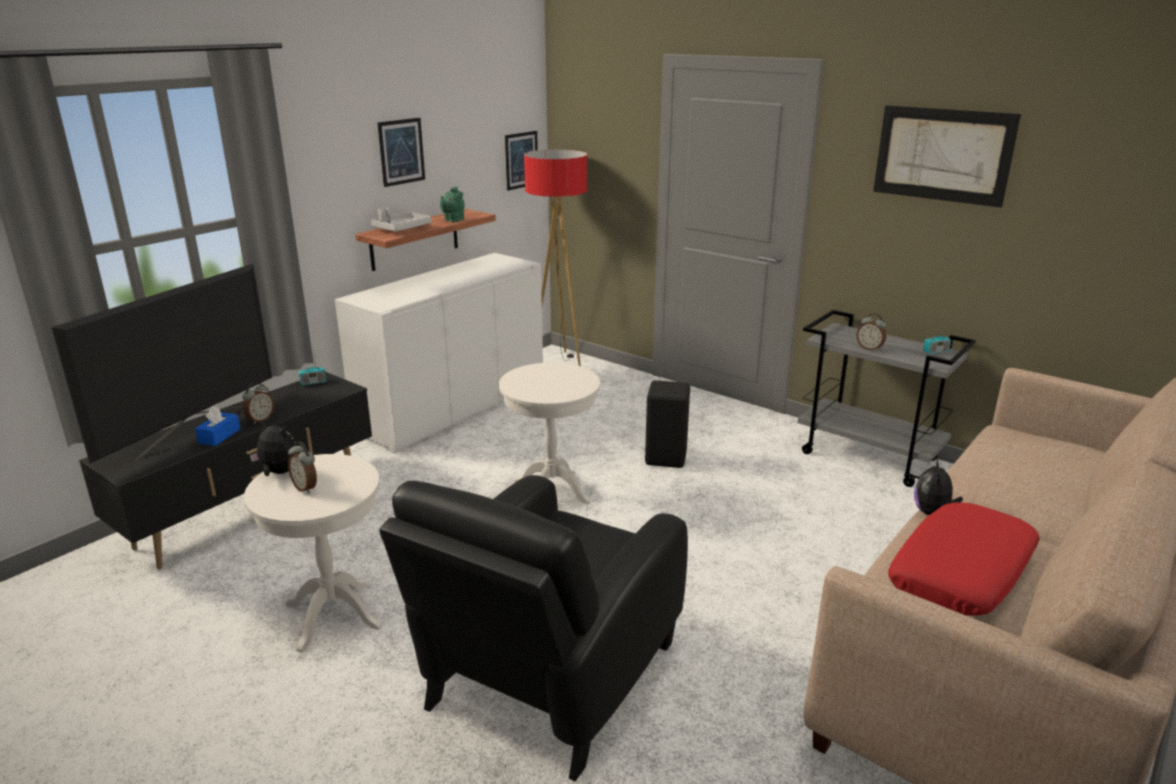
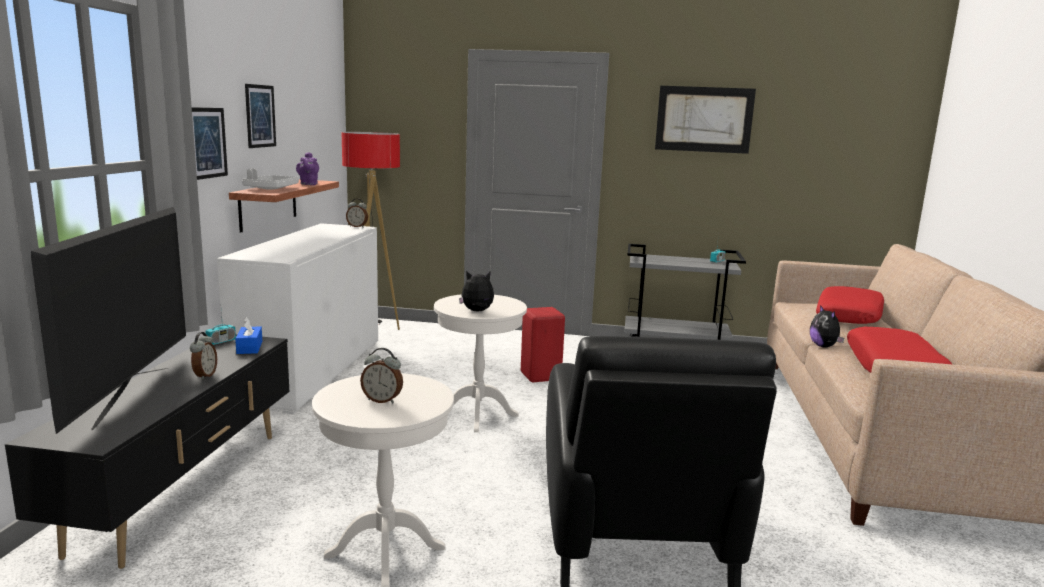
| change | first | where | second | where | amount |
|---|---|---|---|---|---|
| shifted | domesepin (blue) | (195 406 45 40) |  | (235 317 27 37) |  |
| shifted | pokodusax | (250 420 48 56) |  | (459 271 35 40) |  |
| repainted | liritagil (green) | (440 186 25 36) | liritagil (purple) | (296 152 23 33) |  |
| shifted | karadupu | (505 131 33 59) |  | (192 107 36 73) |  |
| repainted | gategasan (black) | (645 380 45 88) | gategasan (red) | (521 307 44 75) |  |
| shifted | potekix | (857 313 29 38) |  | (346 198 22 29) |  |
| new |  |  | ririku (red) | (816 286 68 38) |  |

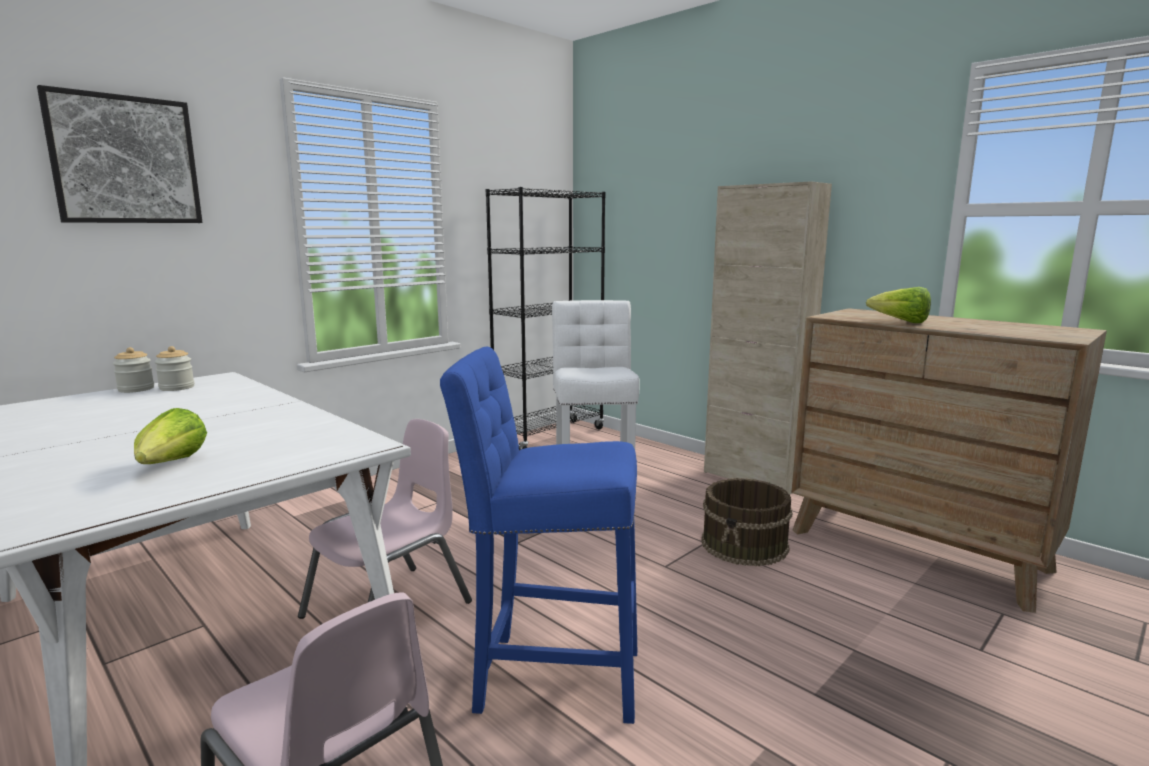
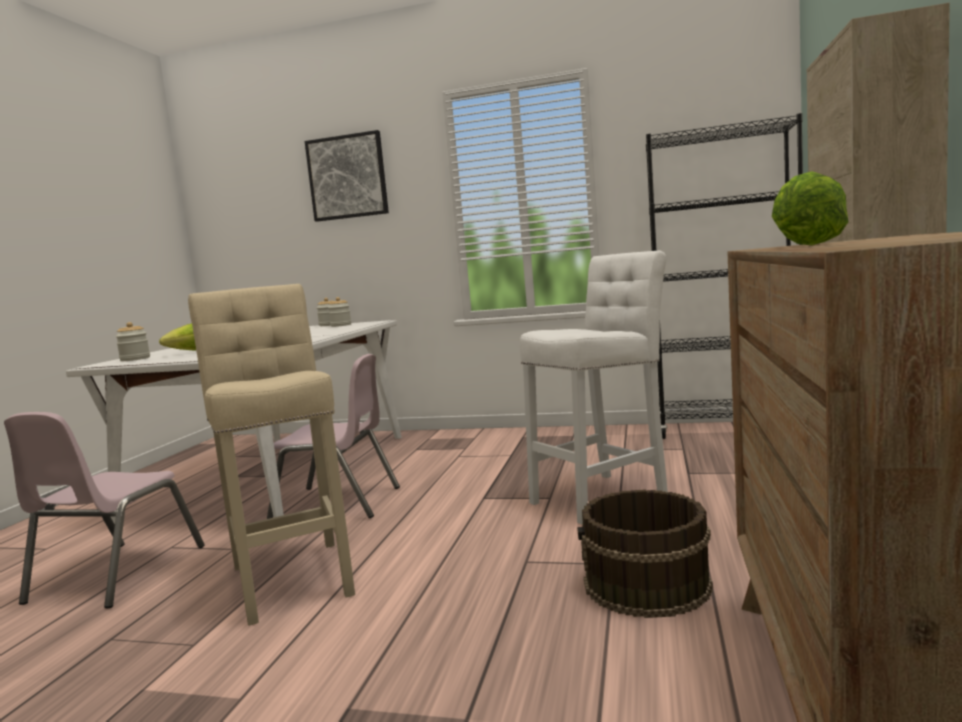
| change | first | where | second | where | amount |
|---|---|---|---|---|---|
| repainted | gategasan (blue) | (440 346 197 378) | gategasan (beige) | (188 284 167 342) |  |
| new |  |  | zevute | (115 322 35 39) |  |

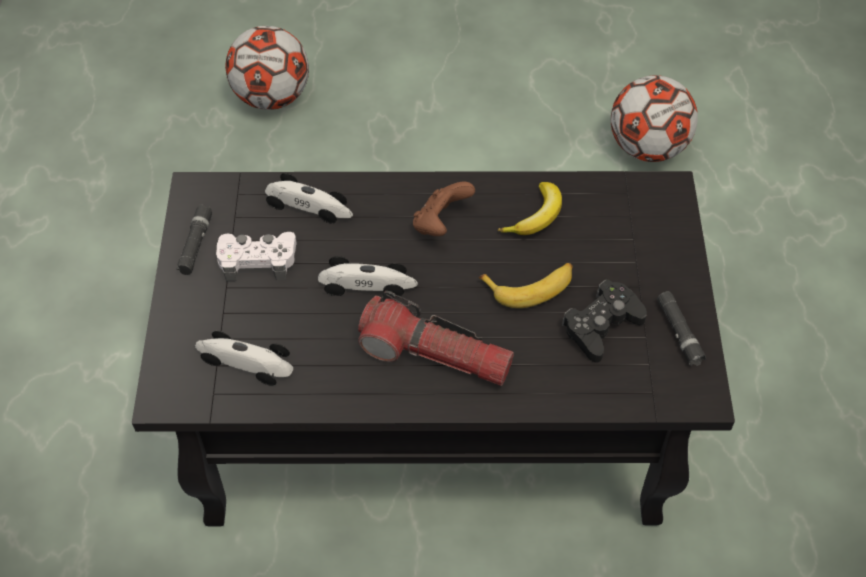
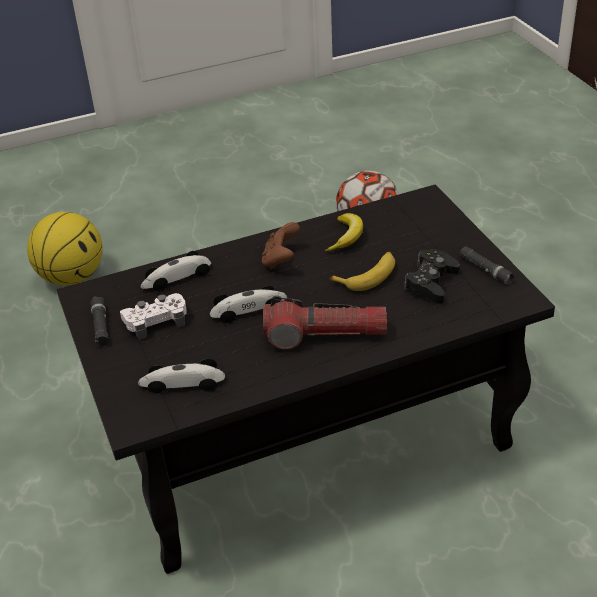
| change | first | where | second | where | amount |
|---|---|---|---|---|---|
| swapped | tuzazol | (225 26 84 84) | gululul | (27 212 76 73) |  |
| rotated | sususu | (265 173 88 50) |  | (140 251 71 41) | 150 degrees clockwise |

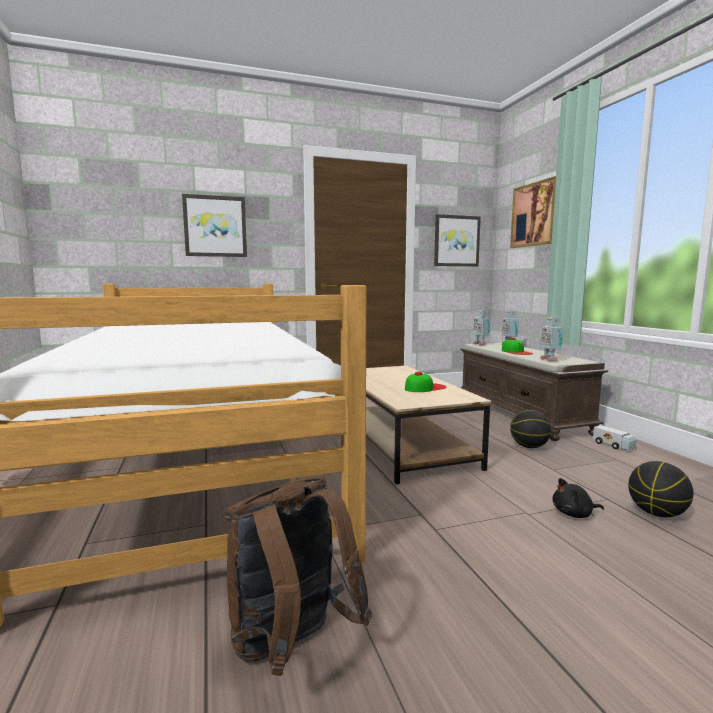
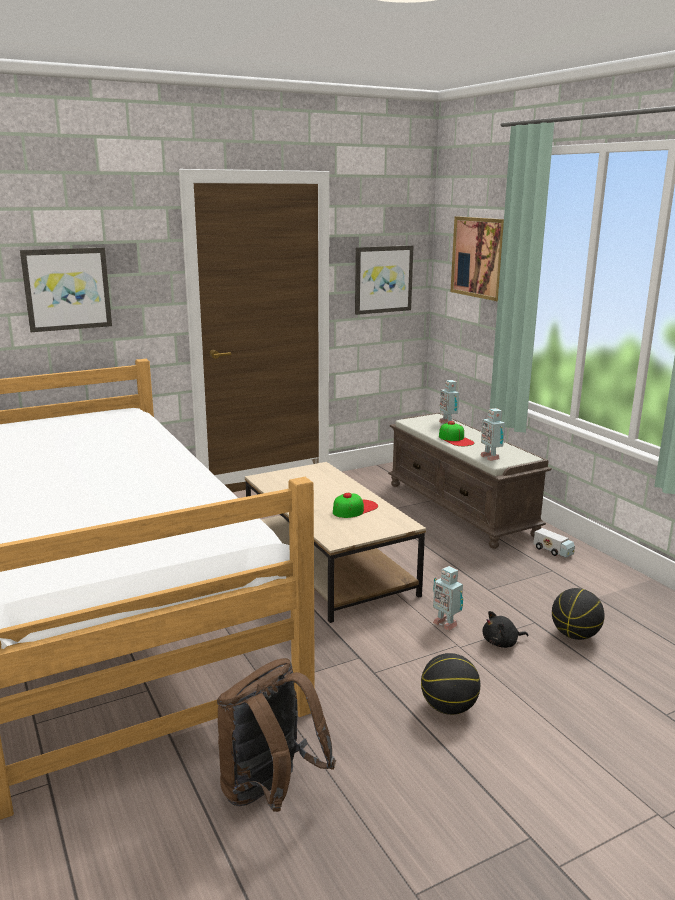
| change | first | where | second | where | amount |
|---|---|---|---|---|---|
| shifted | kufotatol | (473 309 17 36) |  | (433 566 30 65) |  |
| shifted | gululul | (510 410 41 38) |  | (421 653 59 62) |  |

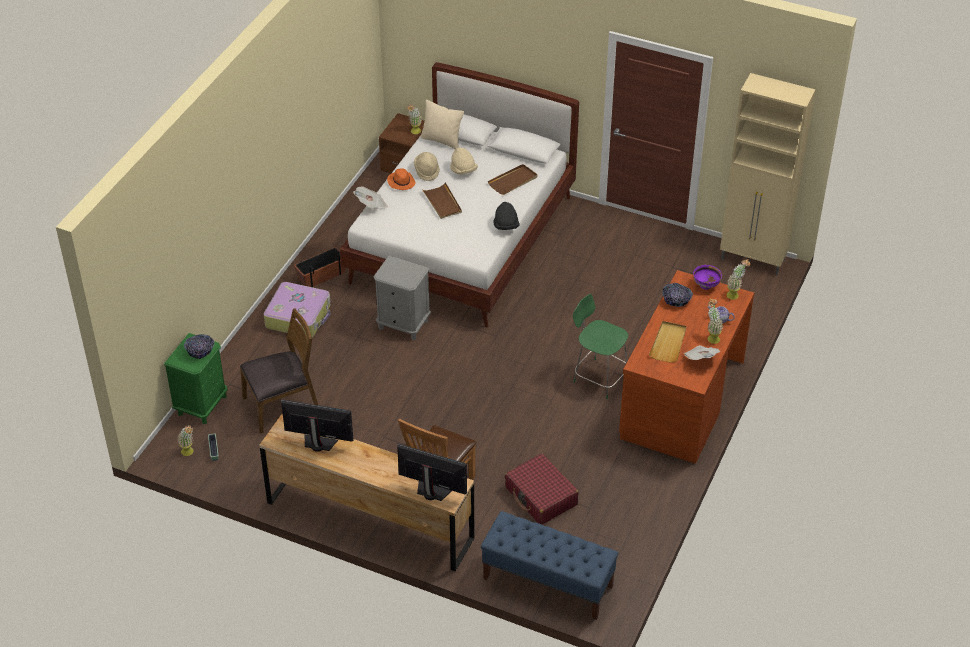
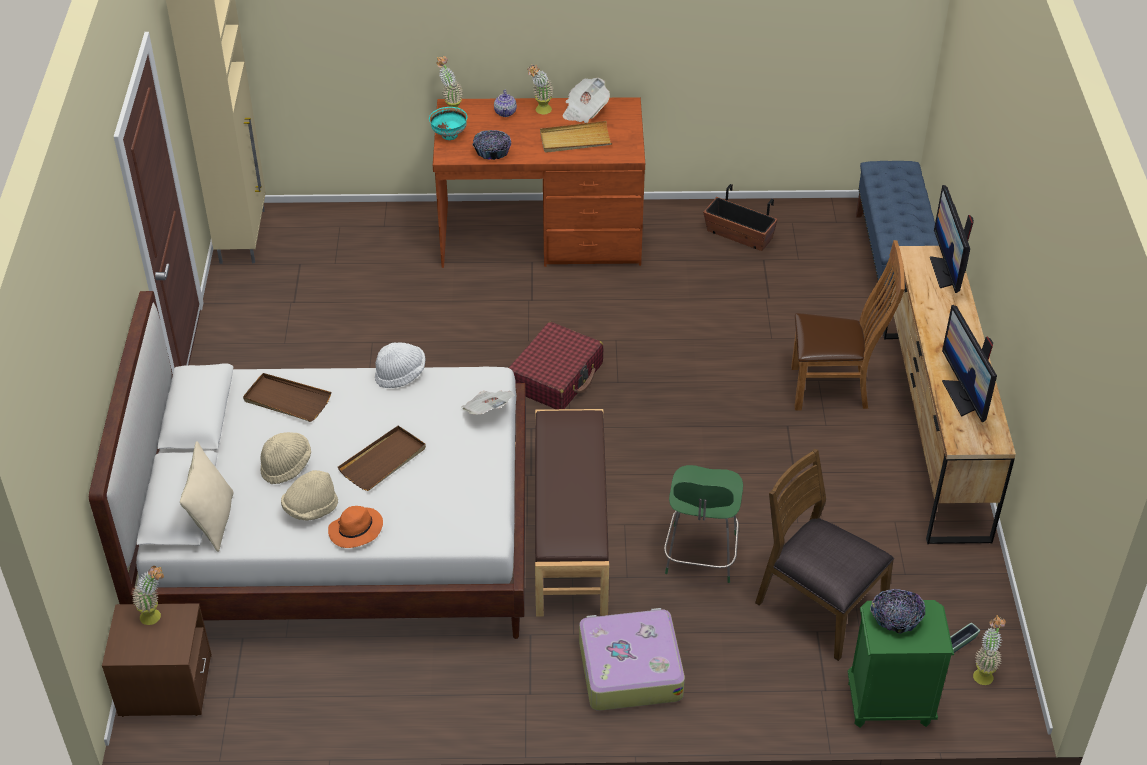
| change | first | where | second | where | amount |
|---|---|---|---|---|---|
| shifted | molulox | (294 247 51 40) |  | (703 184 75 67) |  |
| shifted | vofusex | (353 187 35 22) |  | (461 391 54 23) |  |
| swapped | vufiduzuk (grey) | (373 256 58 84) | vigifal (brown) | (535 409 74 207) |  |
| repainted | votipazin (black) | (493 202 27 28) | votipazin (white) | (375 342 50 46) |  |
| shifted | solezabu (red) | (505 454 74 71) |  | (508 322 95 87) |  |
| shifted | gategasan (green) | (573 294 55 105) |  | (664 465 79 118) |  |
| repainted | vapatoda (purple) | (693 265 29 25) | vapatoda (turquoise) | (429 107 38 33) |  |

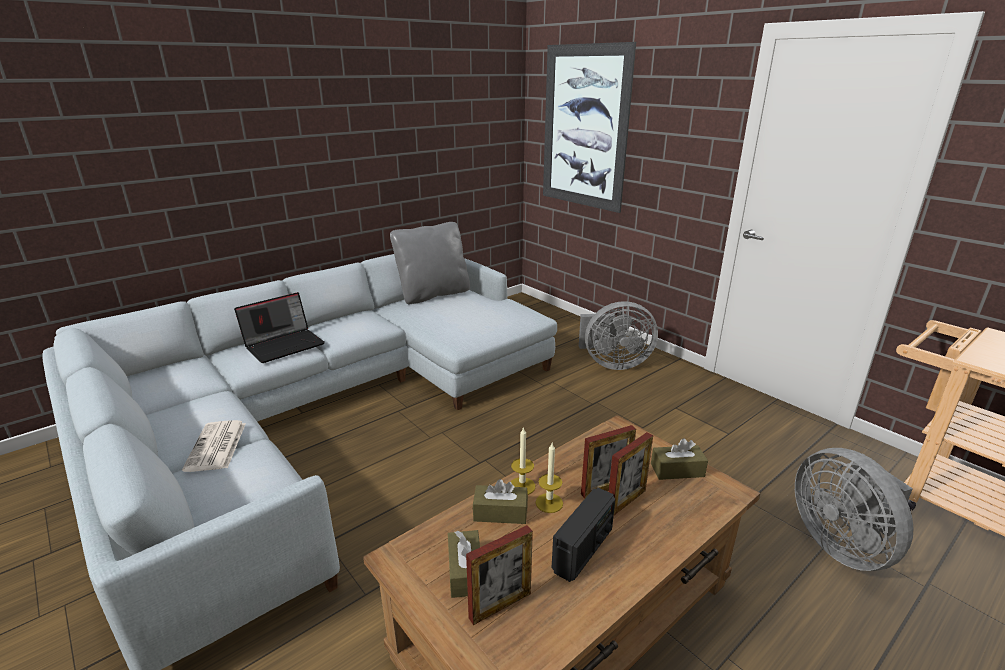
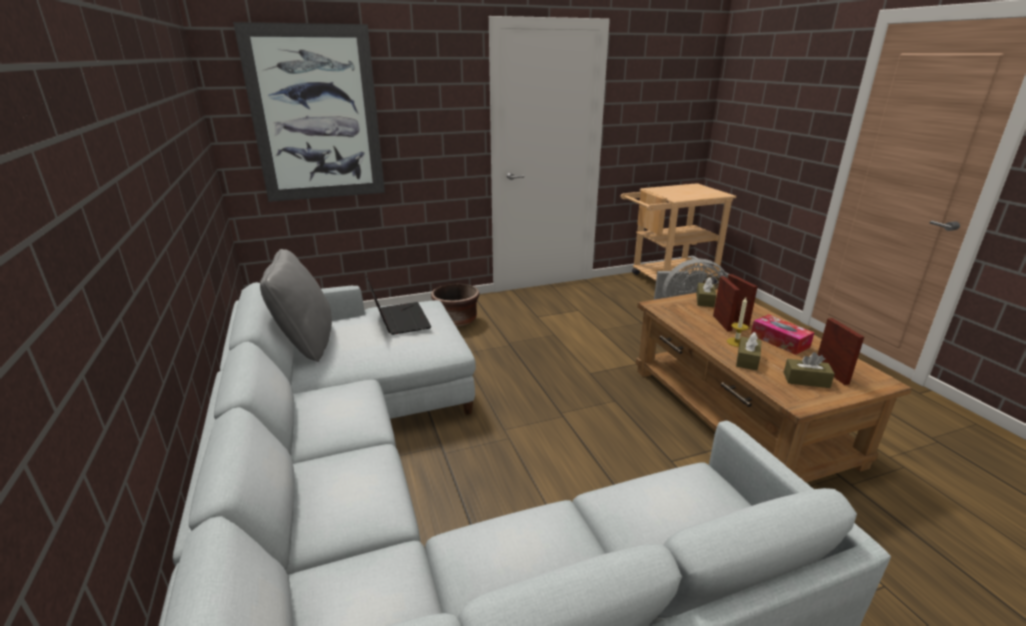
| change | first | where | second | where | amount |
|---|---|---|---|---|---|
| gone | vofusex | (182 420 64 52) |  |  |  |
| shifted | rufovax | (234 292 91 71) |  | (365 275 66 60) |  |
| gone | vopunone | (511 427 24 68) |  |  |  |
| swapped | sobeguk | (552 488 63 94) | domesepin | (751 314 63 41) |  |
| swapped | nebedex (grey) | (579 301 79 69) | molulox (brown) | (431 284 48 43) |  |

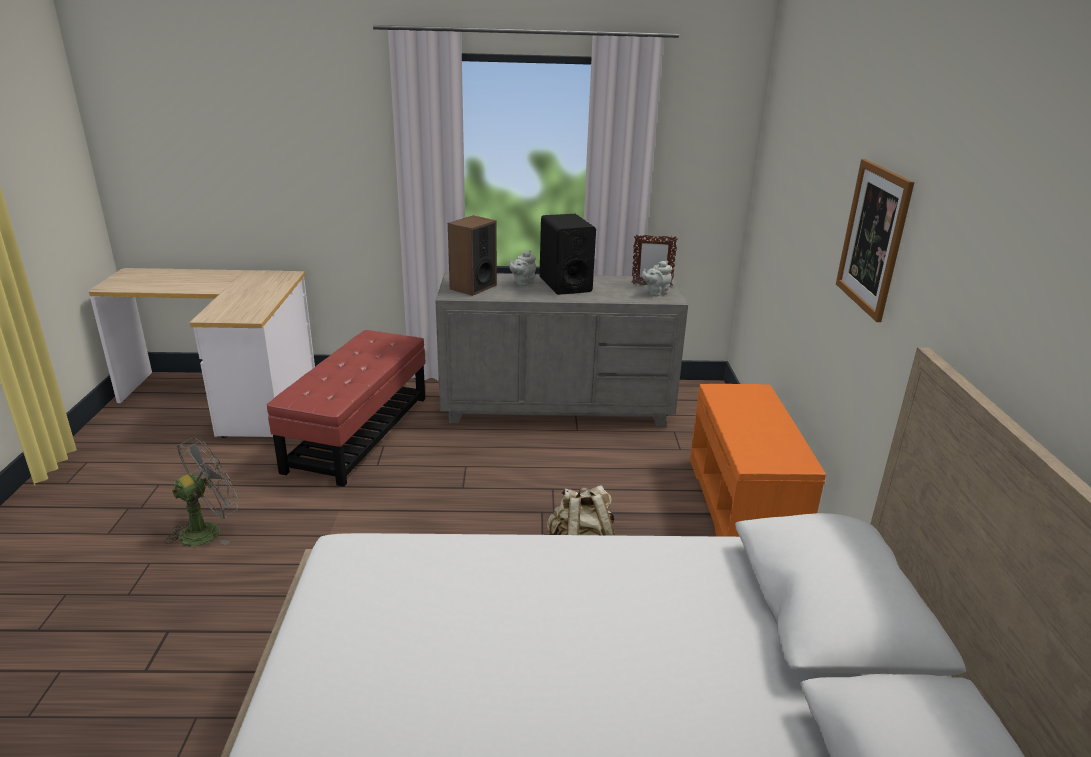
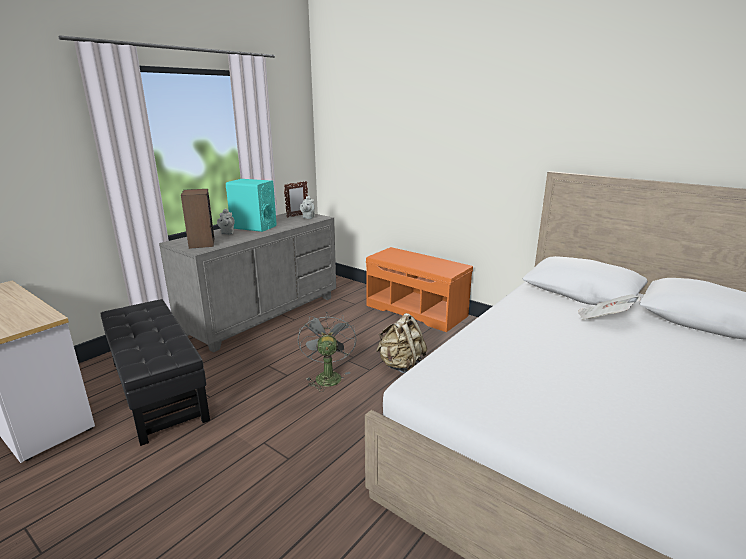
| change | first | where | second | where | amount |
|---|---|---|---|---|---|
| shifted | nebedex (grey) | (164 438 74 109) |  | (298 311 59 81) |  |
| repainted | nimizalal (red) | (267 330 158 157) | nimizalal (black) | (100 299 110 147) |  |
| repainted | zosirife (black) | (539 214 57 81) | zosirife (turquoise) | (226 179 51 53) |  |
| gone | karadupu | (836 159 78 163) |  |  |  |
| new |  |  | vofusex | (578 294 63 26) |  |

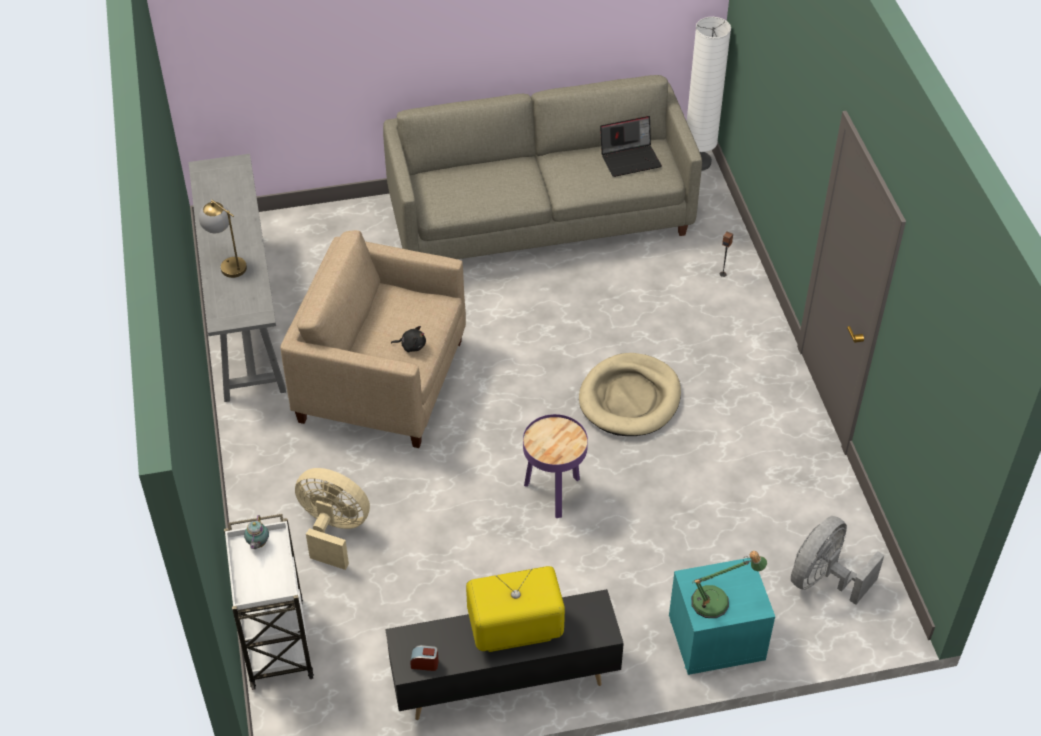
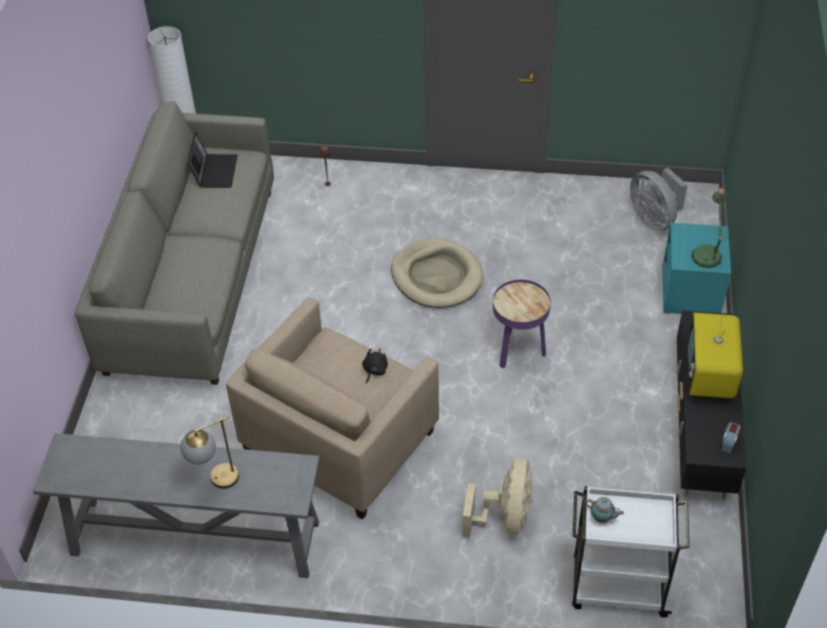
| change | first | where | second | where | amount |
|---|---|---|---|---|---|
| rotated | nebedex (beige) | (295 468 75 102) |  | (462 457 72 81) | 150 degrees clockwise |

